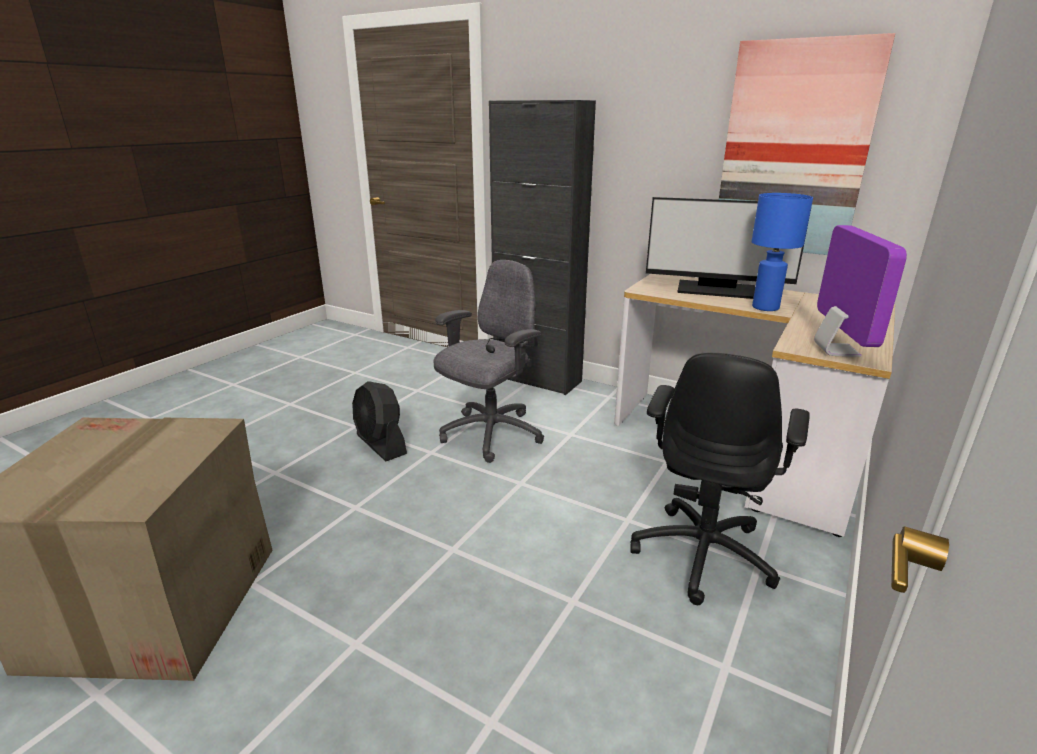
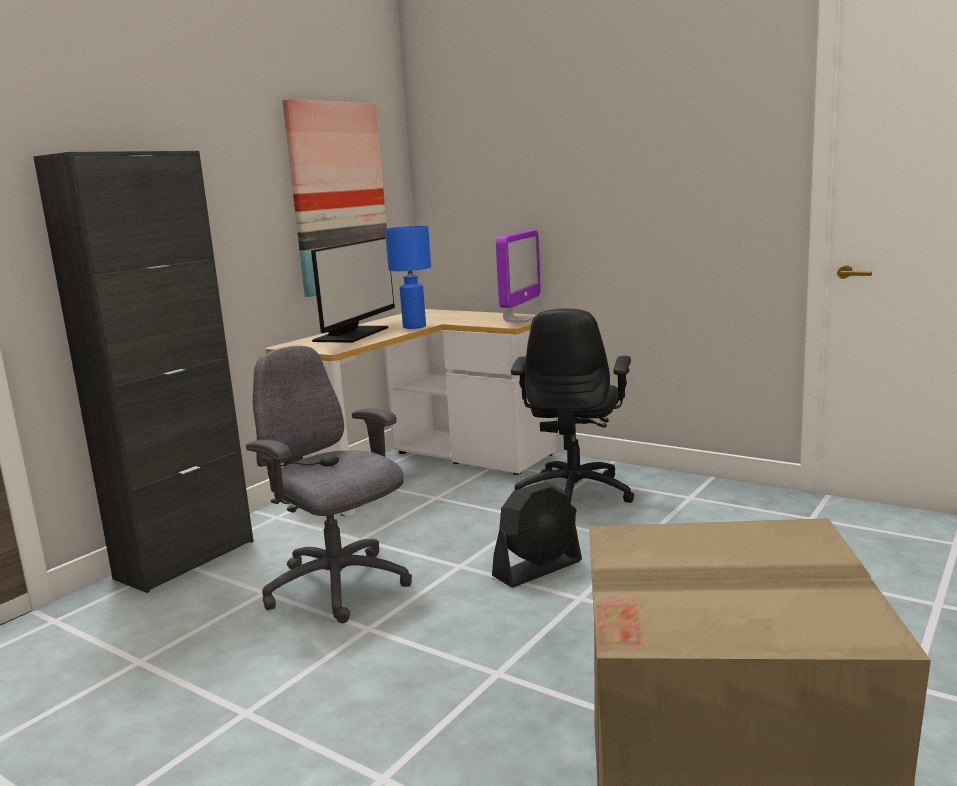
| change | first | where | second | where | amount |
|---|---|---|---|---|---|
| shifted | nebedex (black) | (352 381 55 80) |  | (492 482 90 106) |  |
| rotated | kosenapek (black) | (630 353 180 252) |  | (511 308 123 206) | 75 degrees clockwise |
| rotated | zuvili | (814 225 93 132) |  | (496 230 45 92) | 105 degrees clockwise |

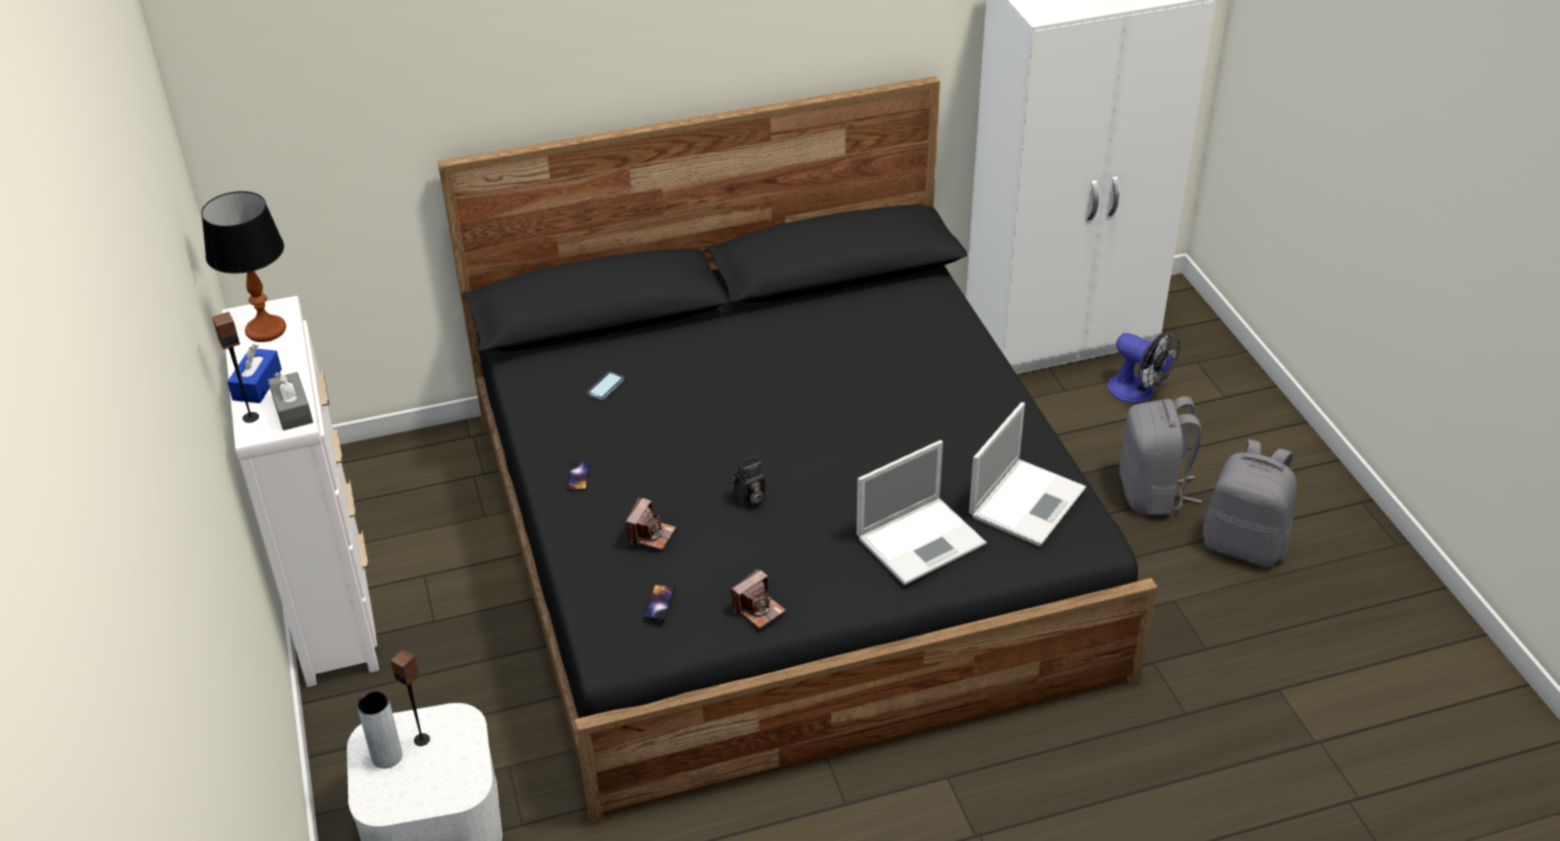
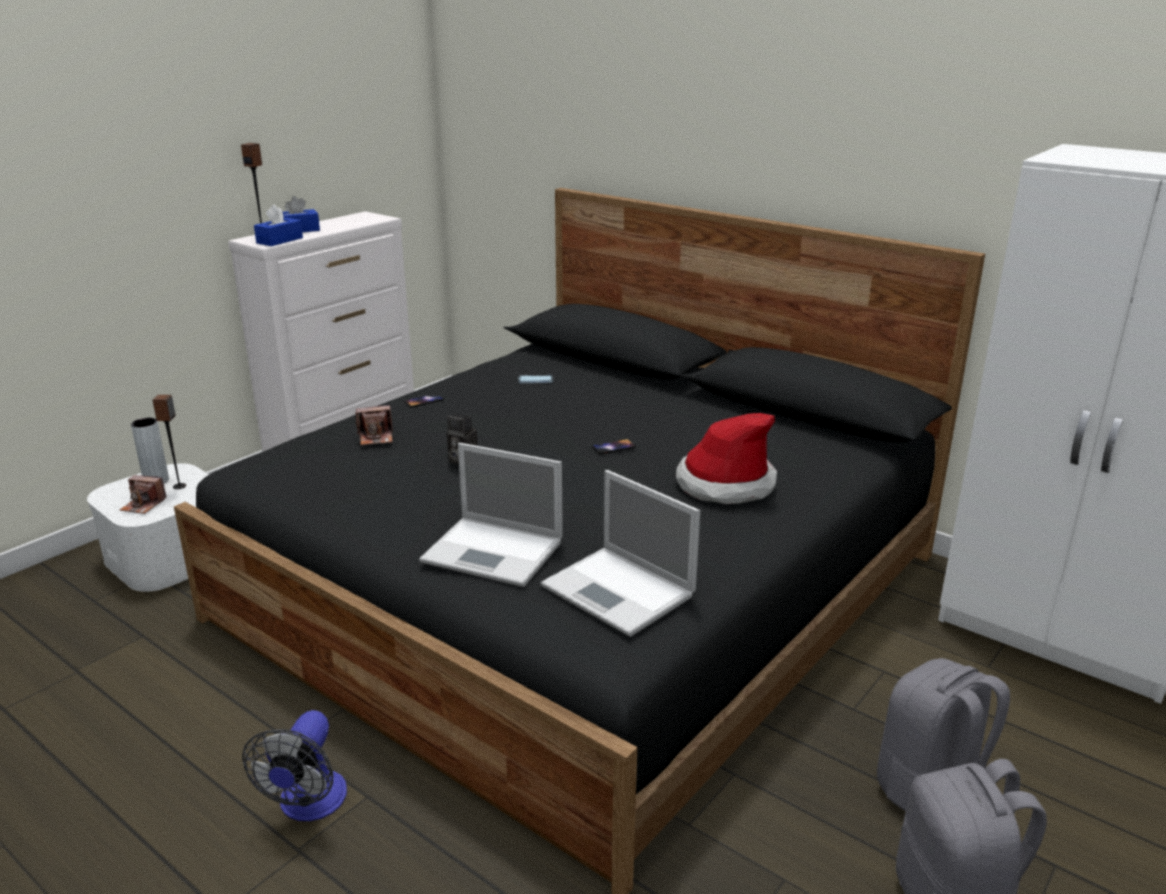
| change | first | where | second | where | amount |
|---|---|---|---|---|---|
| gone | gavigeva | (201 191 85 151) |  |  |  |
| repainted | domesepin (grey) | (268 372 45 59) | domesepin (blue) | (254 204 49 42) |  |
| shifted | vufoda | (644 585 31 36) |  | (592 439 44 15) |  |
| shifted | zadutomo | (731 569 55 60) |  | (120 475 47 39) |  |
| rotated | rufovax | (969 402 117 145) |  | (540 470 160 167) | 45 degrees clockwise |
| shifted | nebedex | (1107 332 73 71) |  | (242 710 105 111) |  |
| new |  |  | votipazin | (676 413 101 91) |  |

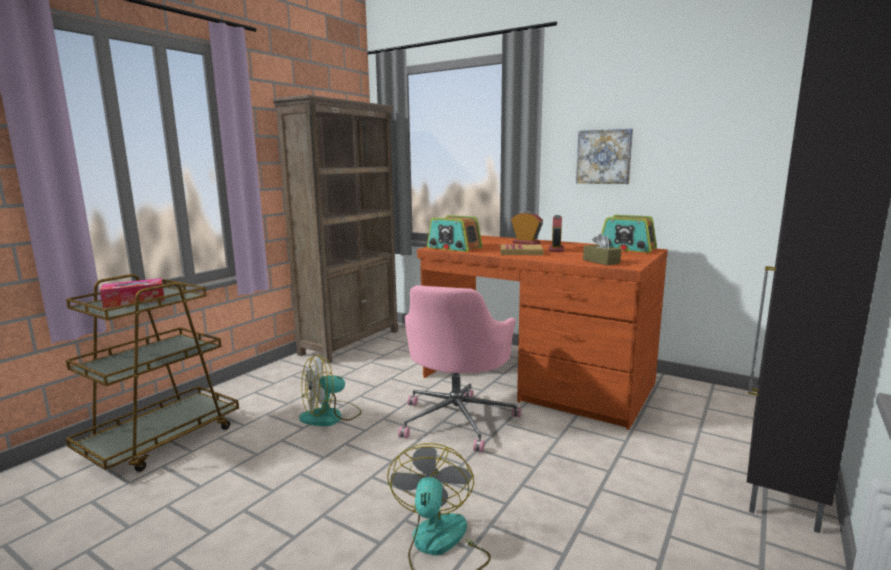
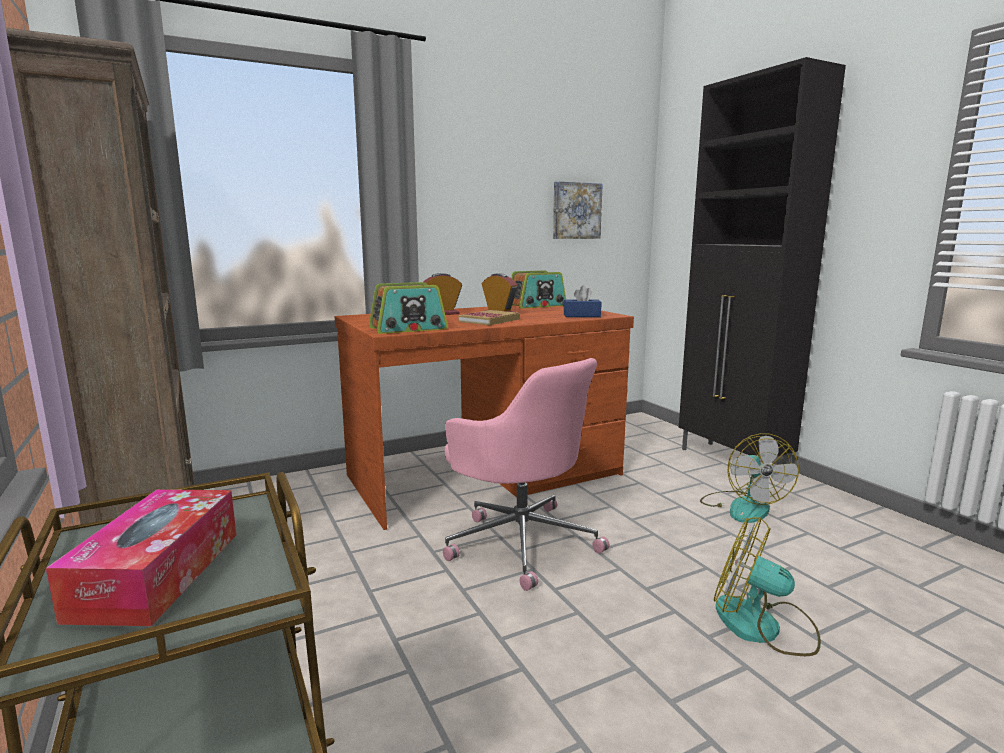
| change | first | where | second | where | amount |
|---|---|---|---|---|---|
| shifted | nebedex | (299 355 63 71) |  | (700 433 99 90) |  |
| shifted | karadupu | (576 129 57 55) |  | (553 182 50 57) |  |
| repainted | domesepin (brown) | (583 233 38 32) | domesepin (blue) | (564 286 37 31) |  |

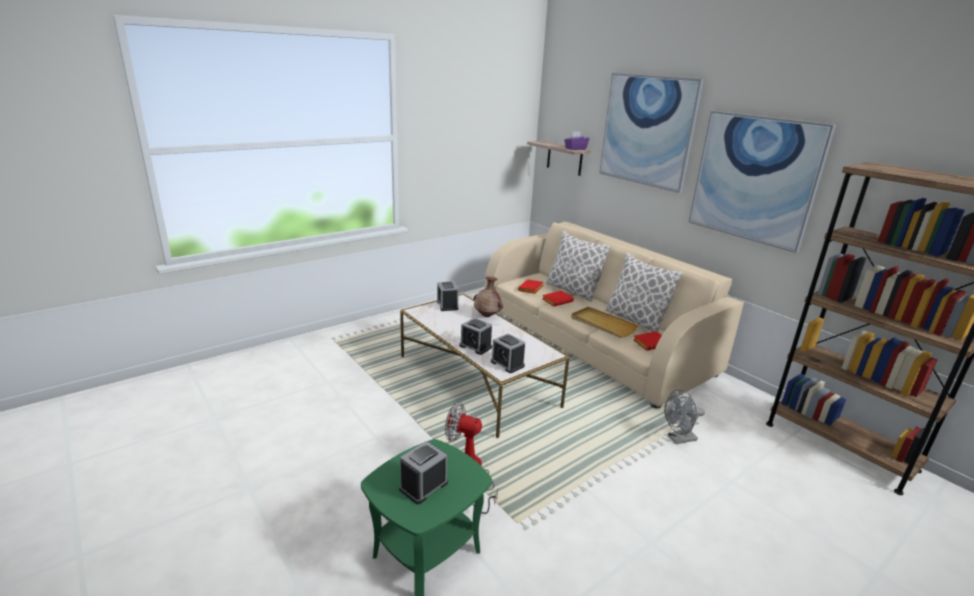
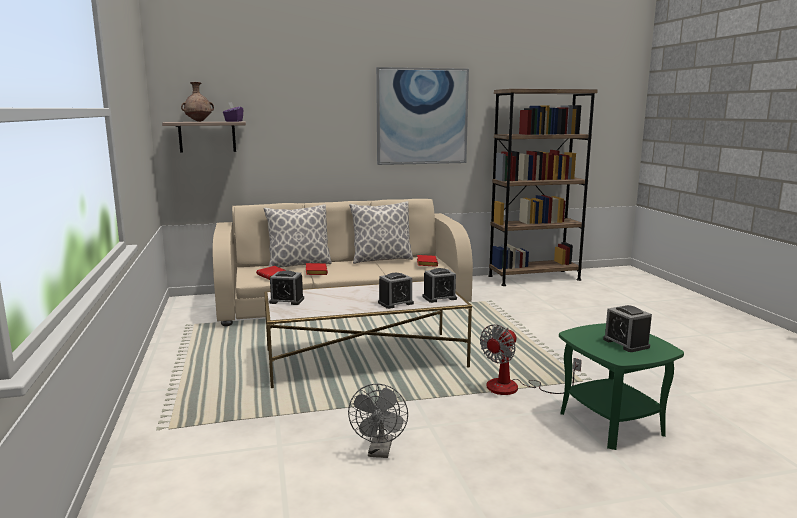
| change | first | where | second | where | amount |
|---|---|---|---|---|---|
| shifted | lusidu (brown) | (474 276 29 41) |  | (181 82 33 40) |  |
| gone | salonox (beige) | (571 307 67 31) |  |  |  |
| gone | karadupu | (599 73 105 120) |  |  |  |
| shifted | nebedex (grey) | (664 389 41 55) |  | (348 383 60 75) |  |

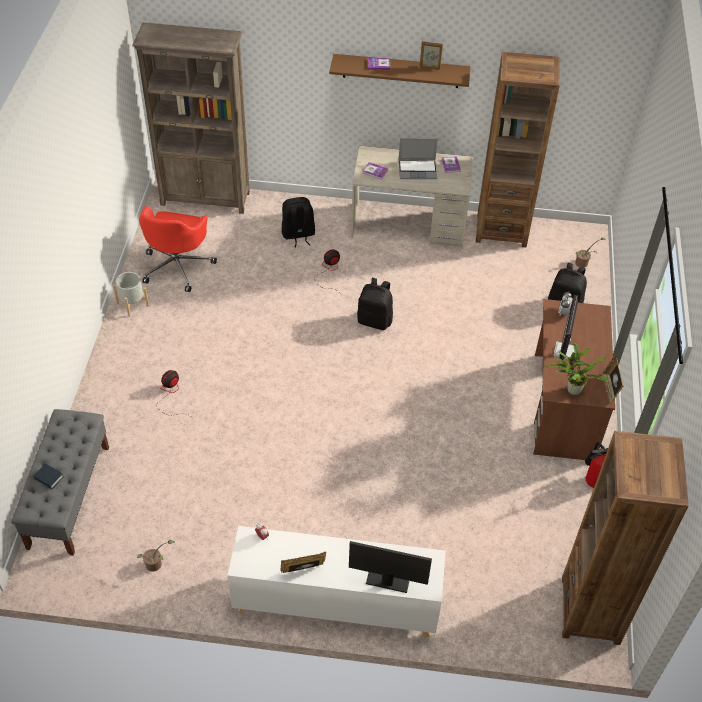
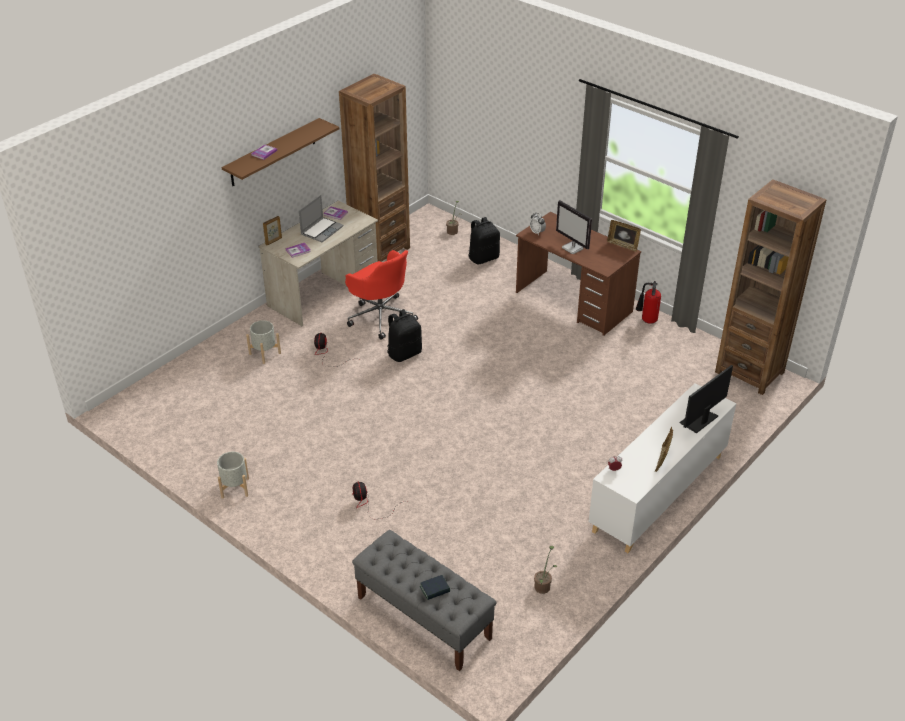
| change | first | where | second | where | amount |
|---|---|---|---|---|---|
| gone | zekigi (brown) | (132 22 118 192) |  |  |  |
| shifted | kosenapek (red) | (139 206 78 86) |  | (345 250 73 90) |  |
| swapped | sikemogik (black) | (282 197 33 51) | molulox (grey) | (246 320 35 44) |  |
| shifted | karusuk | (420 41 23 29) |  | (263 216 19 29) |  |
| gone | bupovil | (545 343 63 52) |  |  |  |

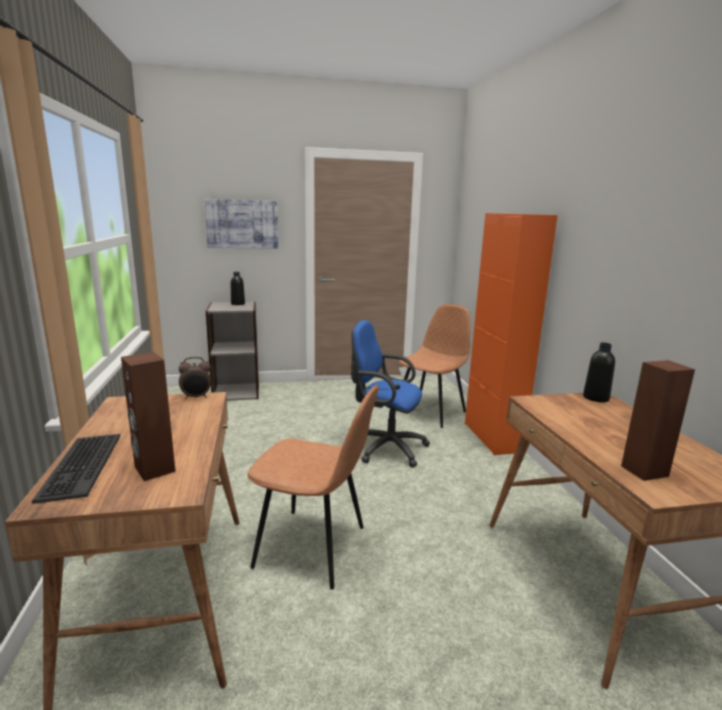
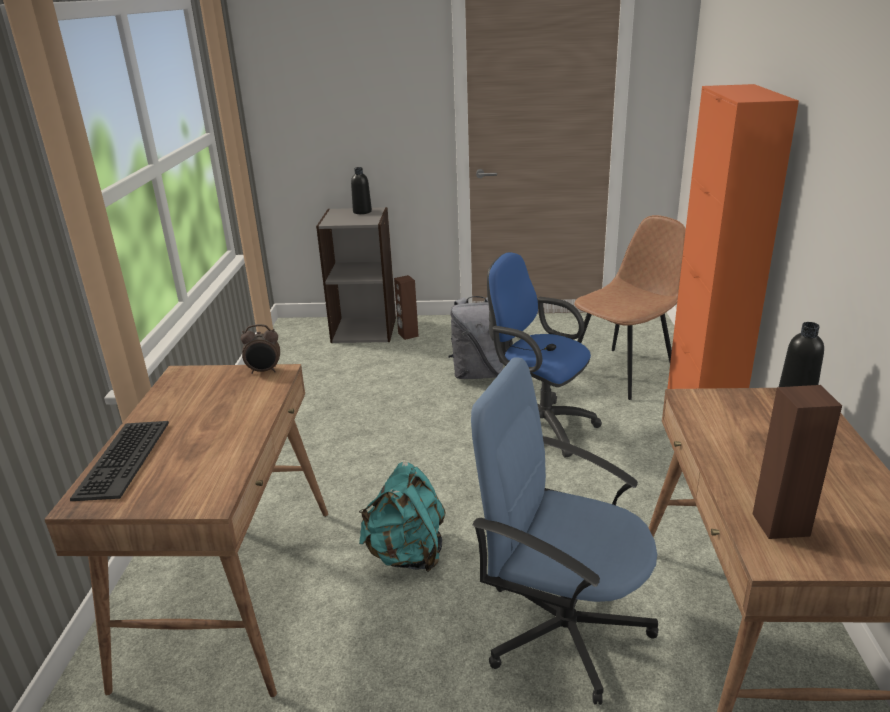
| change | first | where | second | where | amount |
|---|---|---|---|---|---|
| shifted | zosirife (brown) | (121 352 55 129) |  | (394 275 25 65) |  |
| gone | karadupu | (204 199 74 50) |  |  |  |
| swapped | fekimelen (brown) | (247 385 132 205) | sikemogik (turquoise) | (359 462 87 110) |  |
| new |  |  | sikemogik (grey) | (448 296 55 83) |  |
| new |  |  | kosenapek (blue) | (471 358 188 347) |  |

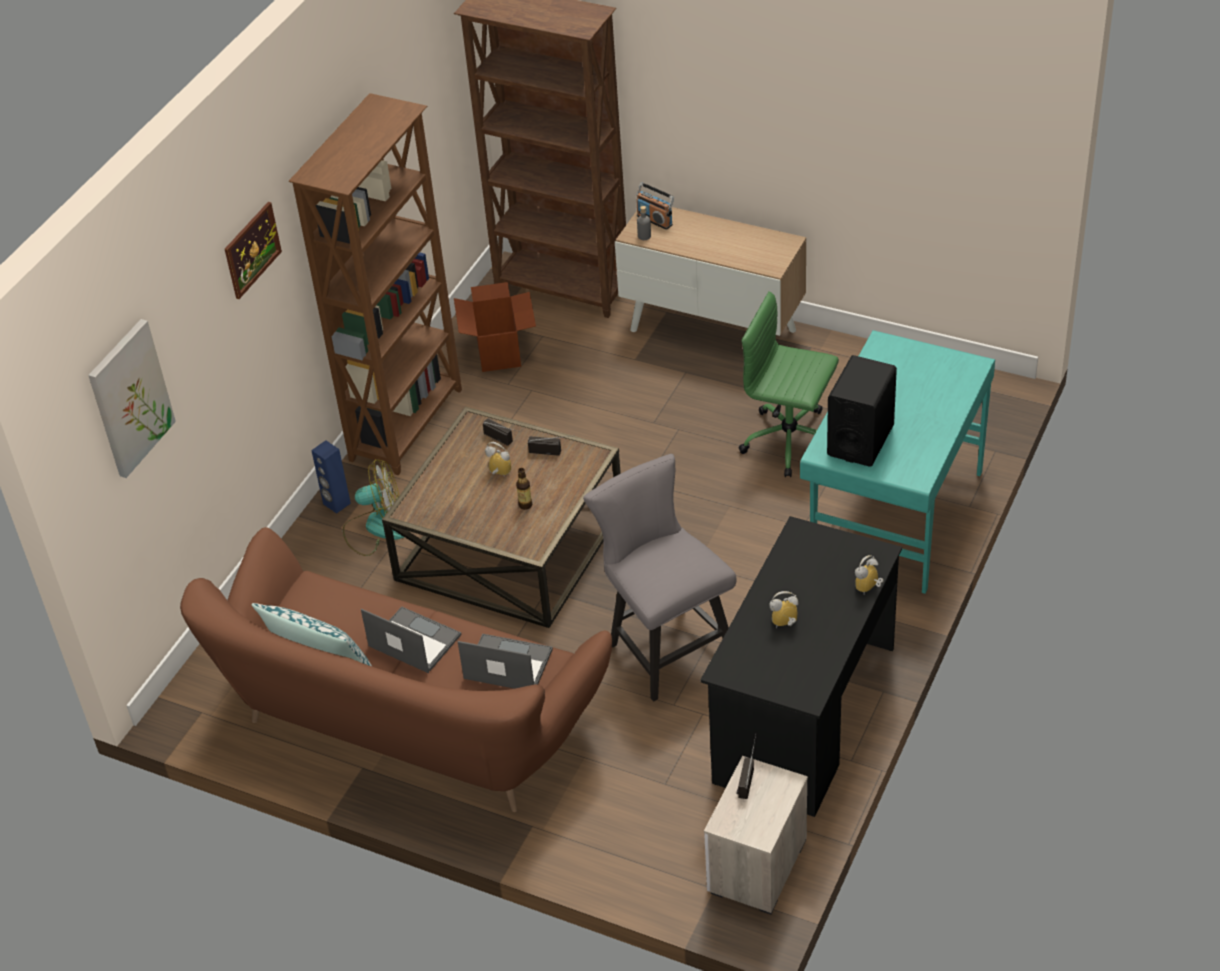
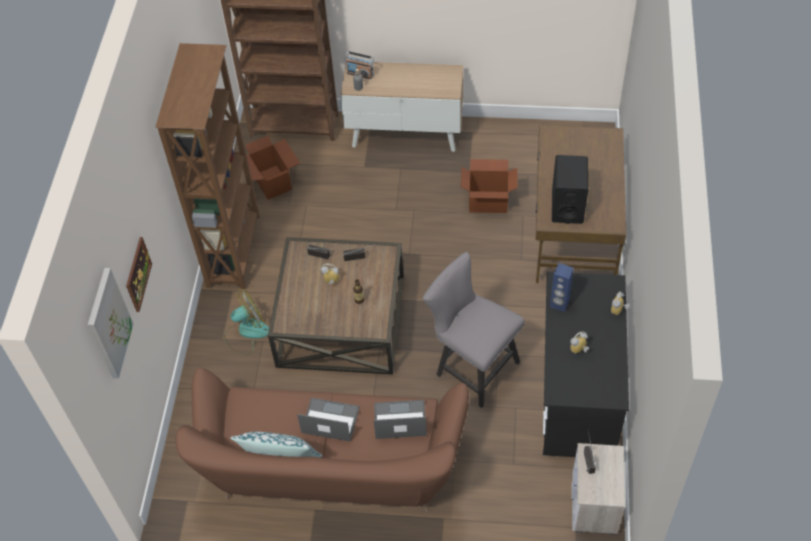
| change | first | where | second | where | amount |
|---|---|---|---|---|---|
| shifted | karadupu | (225 202 57 97) |  | (126 237 26 75) |  |
| shifted | zosirife (blue) | (311 440 40 74) |  | (550 263 24 49) |  |
| swapped | kosenapek (green) | (739 291 100 186) | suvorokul | (461 159 56 54) |  |
| repainted | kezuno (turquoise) | (800 330 195 264) | kezuno (brown) | (536 125 90 158) |  |

